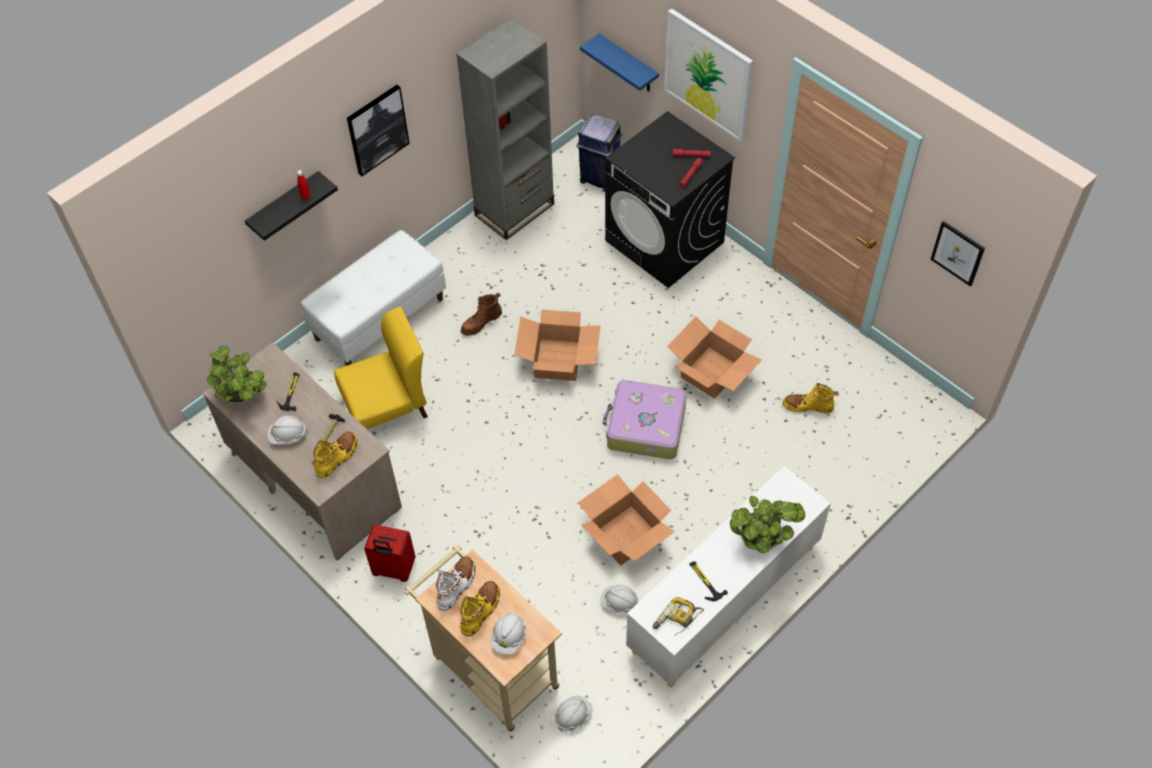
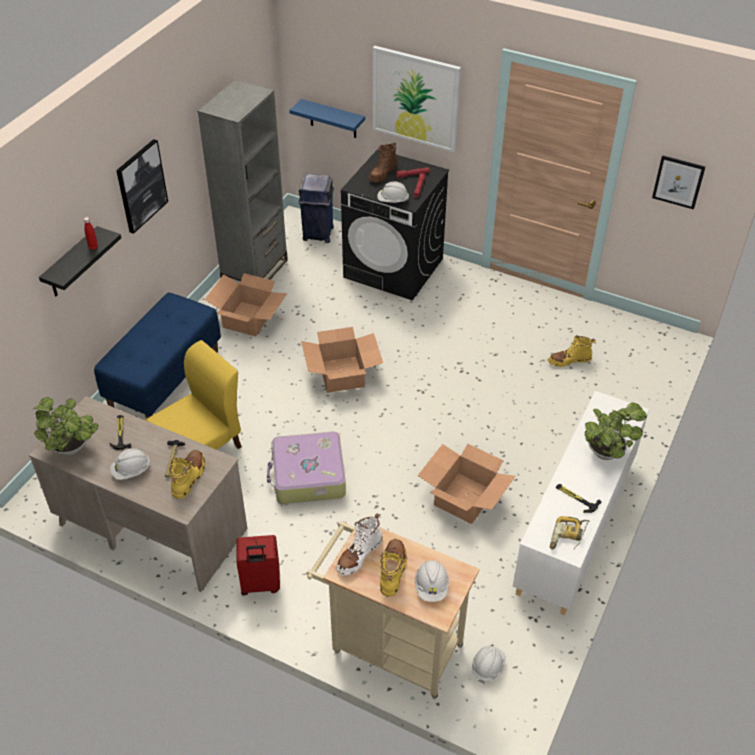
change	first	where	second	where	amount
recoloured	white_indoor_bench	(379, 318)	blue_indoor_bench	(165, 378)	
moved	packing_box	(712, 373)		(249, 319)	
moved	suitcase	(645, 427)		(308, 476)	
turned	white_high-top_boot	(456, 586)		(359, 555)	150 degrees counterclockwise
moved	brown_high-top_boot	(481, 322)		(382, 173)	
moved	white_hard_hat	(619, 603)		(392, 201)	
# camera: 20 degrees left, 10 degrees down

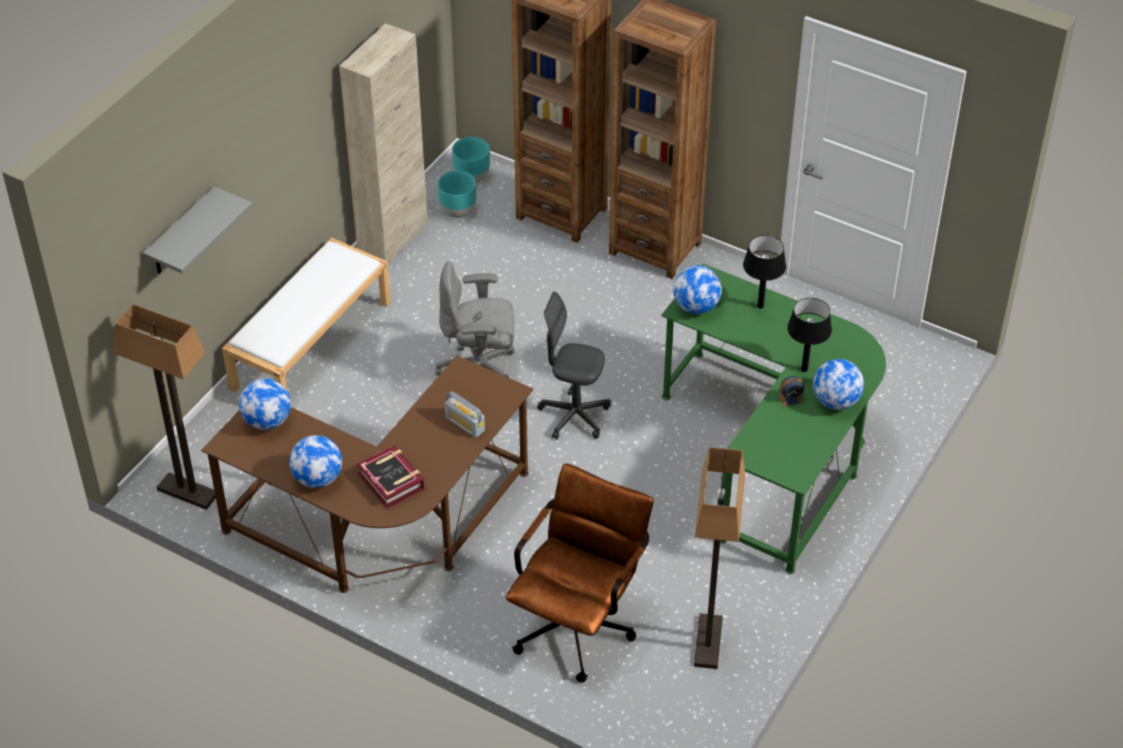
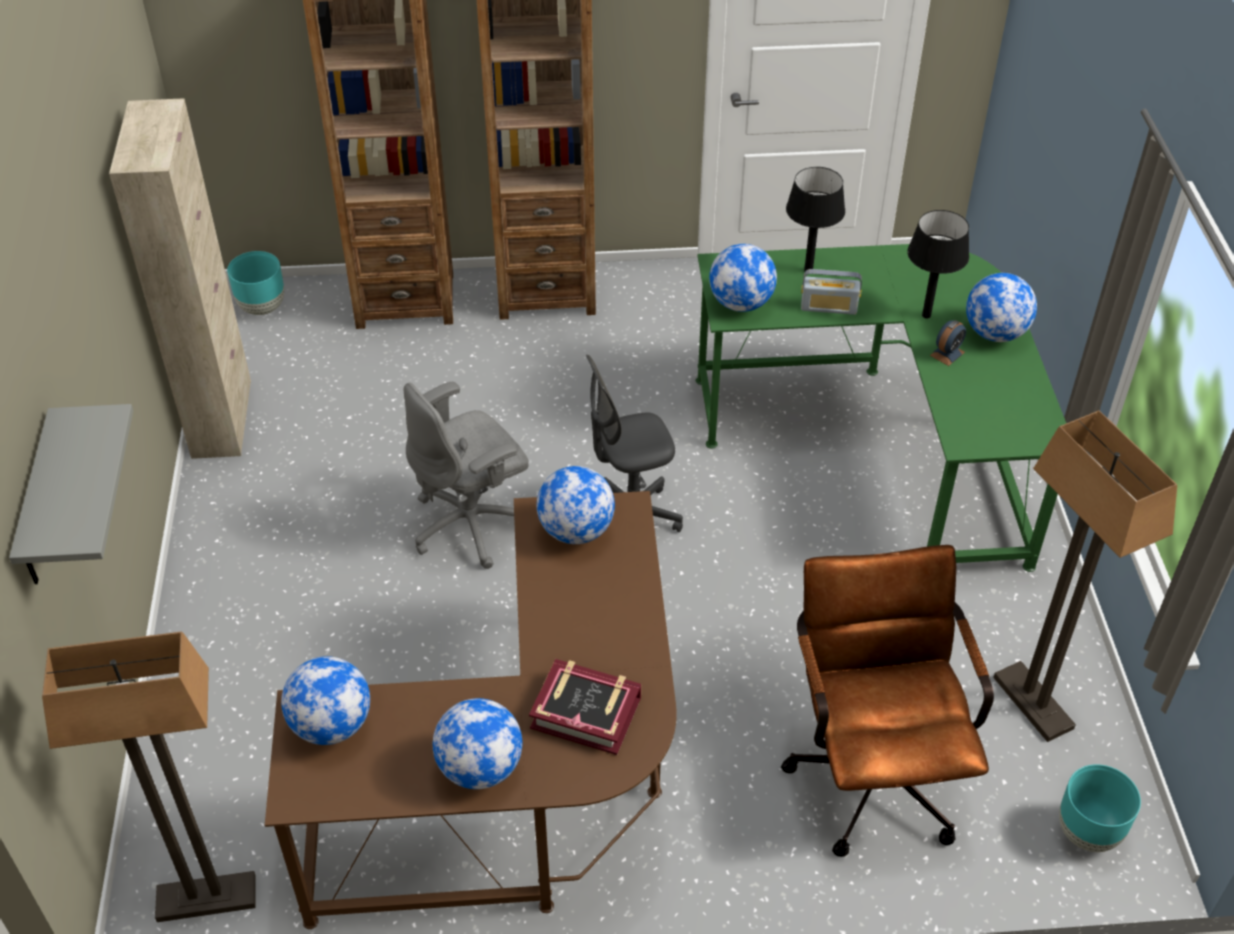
change	first	where	second	where	amount
added			desk_globe	(576, 531)	
moved	radio_receiver	(465, 424)		(829, 307)	
moved	turquoise-coloured_flower_pot	(458, 212)		(1088, 833)	
removed	white_indoor_bench	(311, 344)			
# camera: 35 degrees left, 0 degrees up

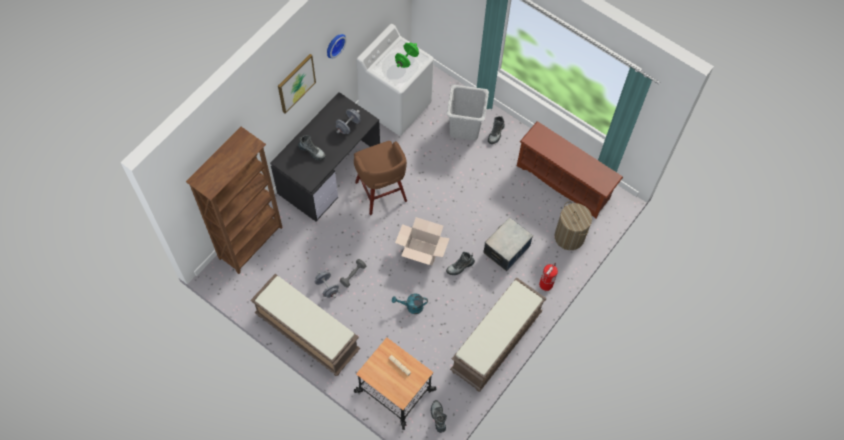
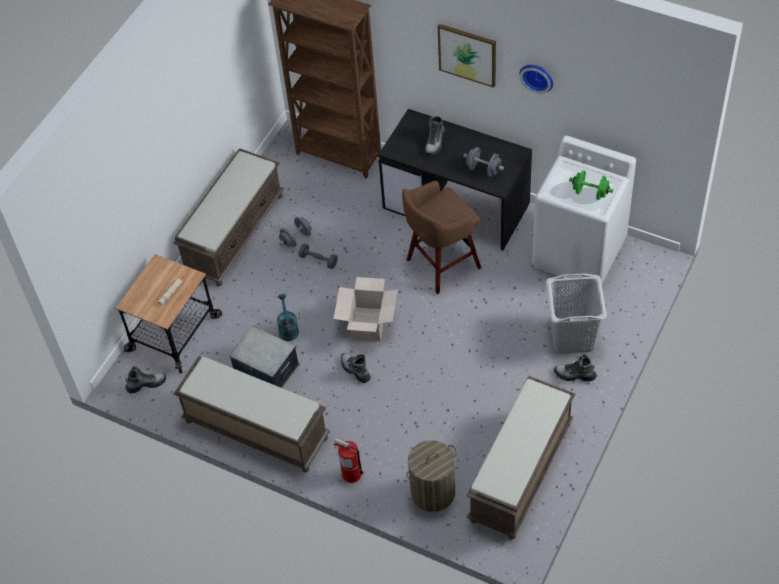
change	first	where	second	where	amount
moved	storage_bin	(507, 250)		(266, 370)	
replaced	brown_shoe_shelf	(564, 181)	brown_indoor_bench	(521, 473)	
# camera: 85 degrees right, 10 degrees down

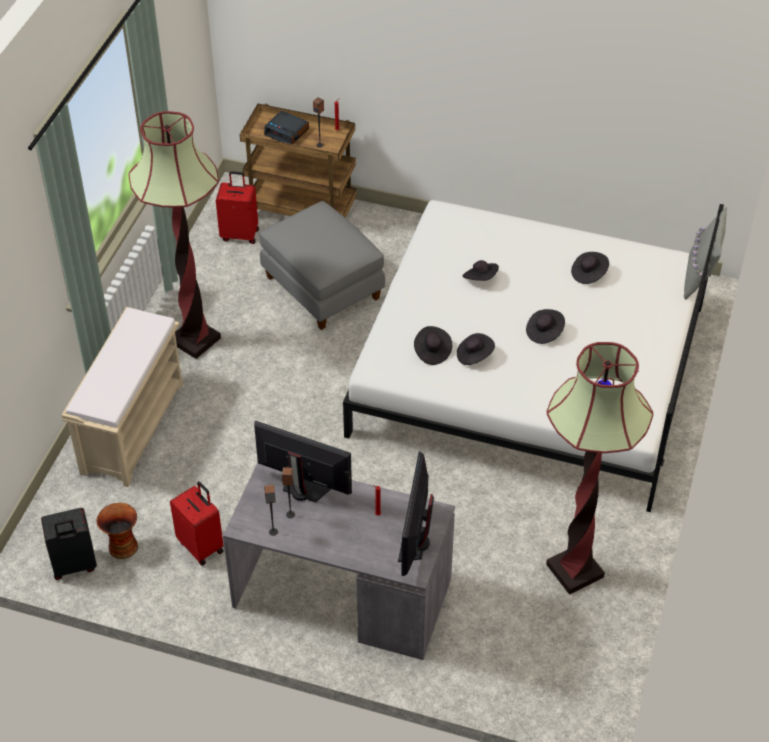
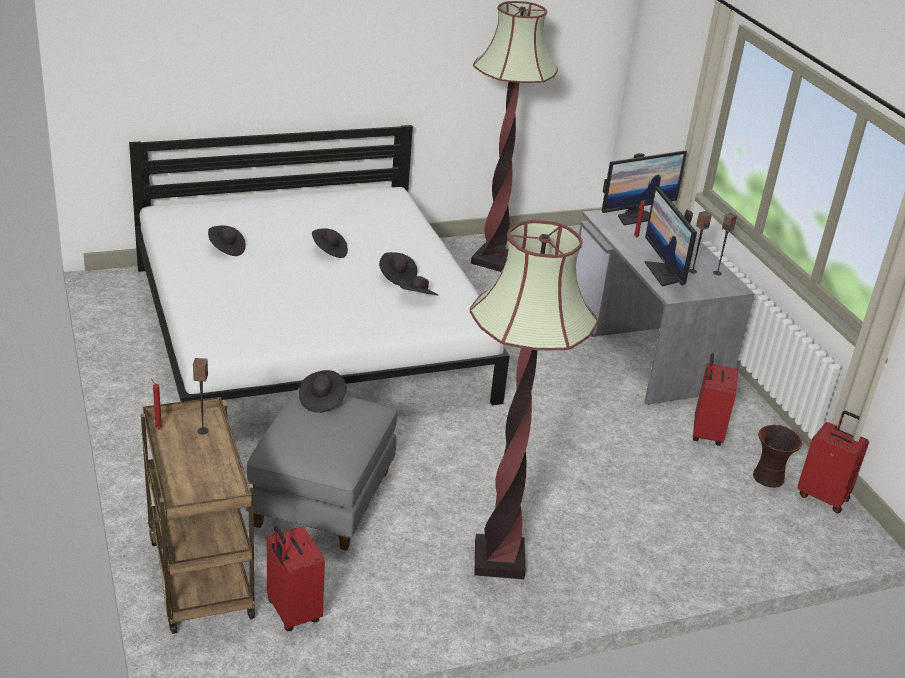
change	first	where	second	where	amount
moved	black-coloured_hat	(480, 278)		(322, 400)	
recoloured	black-coloured_suitcase	(74, 566)	red_suitcase	(823, 496)	
removed	beige-coloured_indoor_bench	(132, 427)			
removed	table_clock	(287, 132)			
removed	gray_throw_pillow	(700, 277)			
# camera: 130 degrees left, 15 degrees down

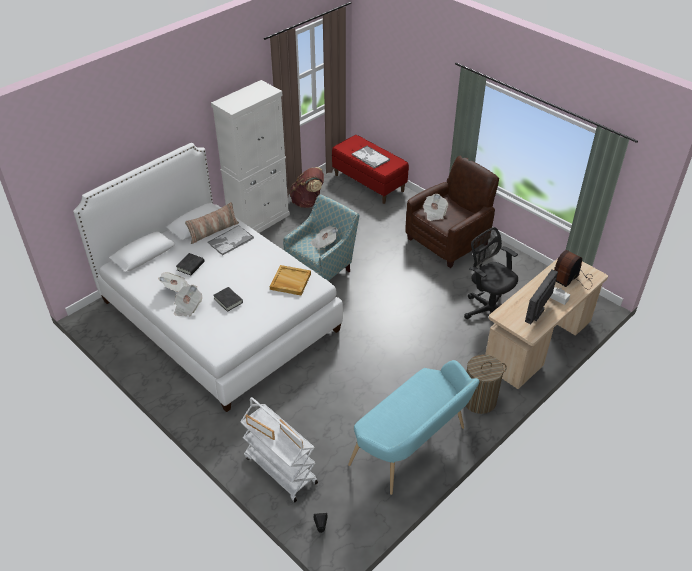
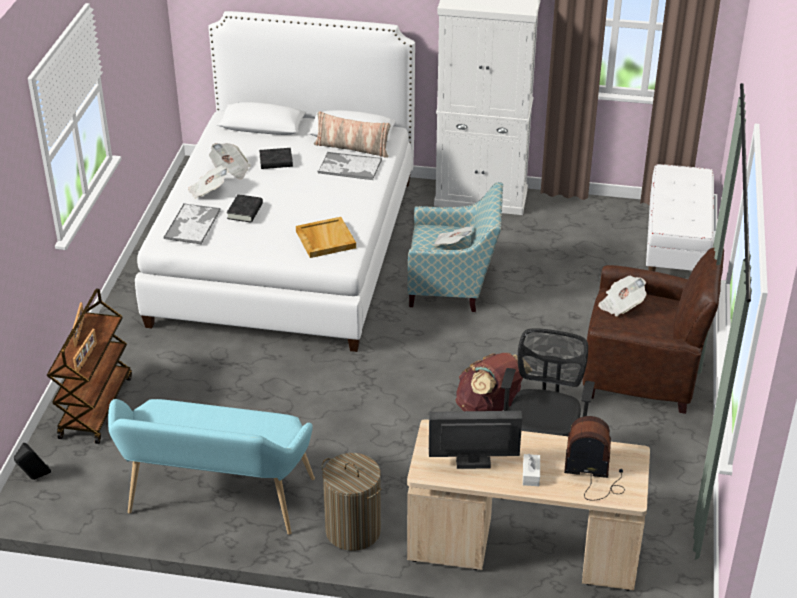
change	first	where	second	where	amount
recoloured	white_trolley	(280, 470)	brown_trolley	(95, 406)	
moved	carrying_tray	(370, 157)		(192, 224)	
moved	brown_backpack	(308, 202)		(489, 408)	
recoloured	red_indoor_bench	(369, 183)	white_indoor_bench	(676, 248)	
# camera: 55 degrees right, 5 degrees down

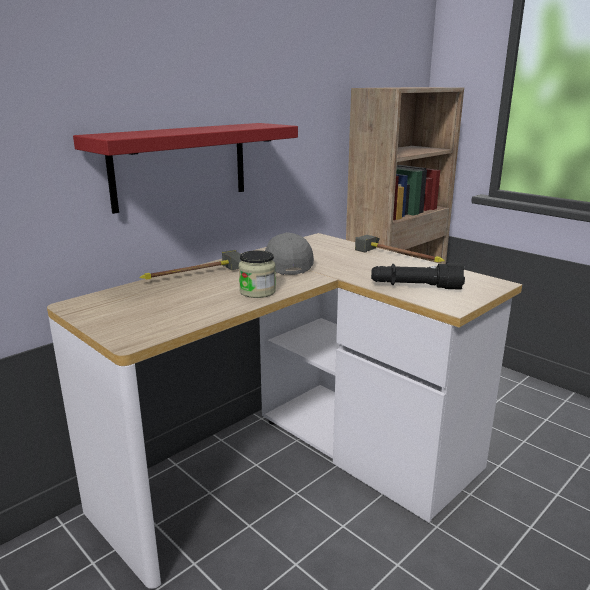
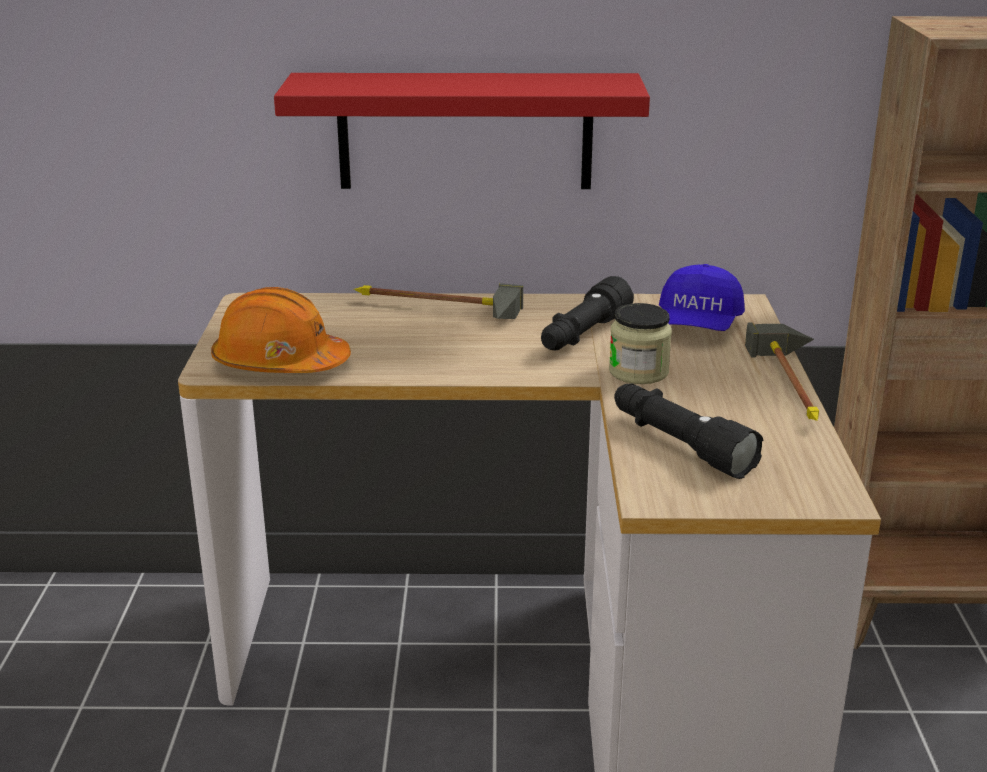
change	first	where	second	where	amount
added			orange-coloured_hard_hat	(280, 364)	
replaced	gray_cap	(286, 264)	black-coloured_flashlight	(583, 335)	
moved	storage_jar	(257, 291)		(638, 372)	
added			blue_cap	(698, 325)	
# camera: 45 degrees right, 5 degrees up

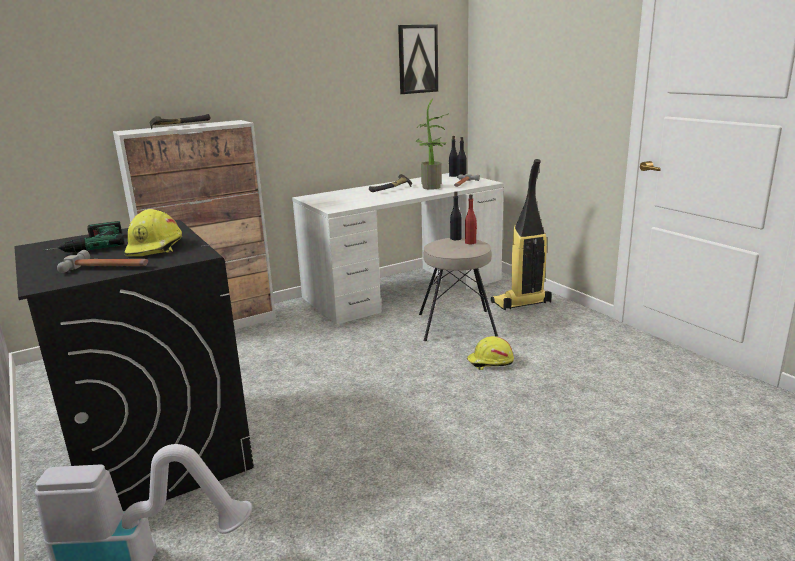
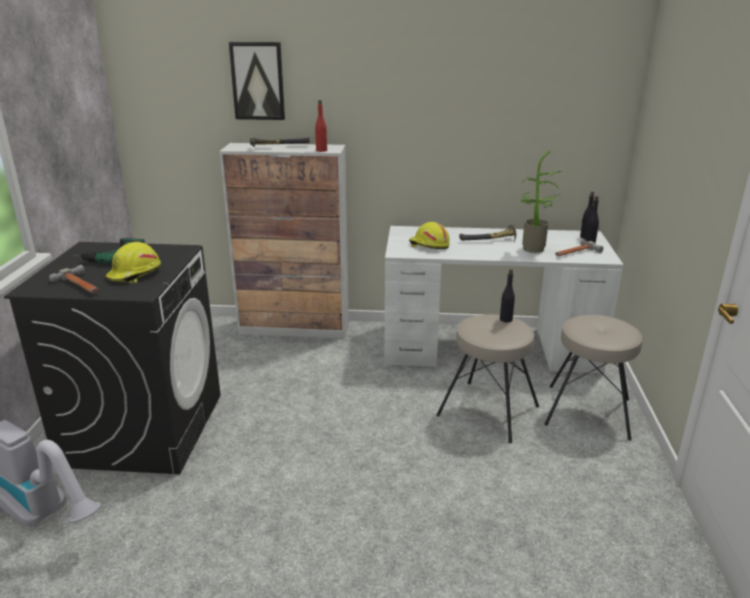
change	first	where	second	where	amount
moved	picture	(417, 59)		(258, 81)	
moved	red_drink_bottle	(470, 242)		(321, 150)	
moved	yellow-coloured_hard_hat	(490, 362)		(429, 245)	
replaced	vacuum_cleaner	(521, 303)	beige-coloured_stool_seat	(588, 412)	
# camera: 35 degrees right, 5 degrees up

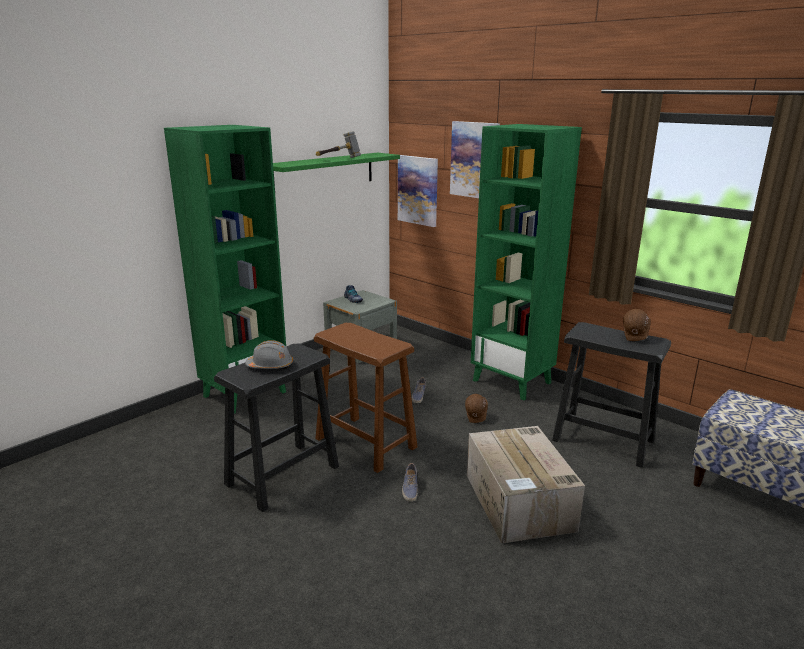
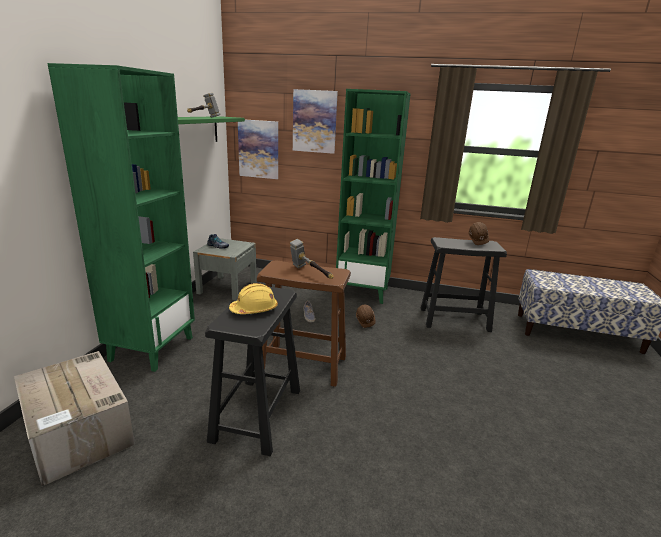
change	first	where	second	where	amount
moved	packing_box	(519, 503)		(79, 431)	
recoloured	gray_hard_hat	(270, 366)	yellow-coloured_hard_hat	(254, 309)	
added			hand_hammer	(310, 274)	
removed	shoe	(410, 488)			
# camera: 30 degrees left, 0 degrees up

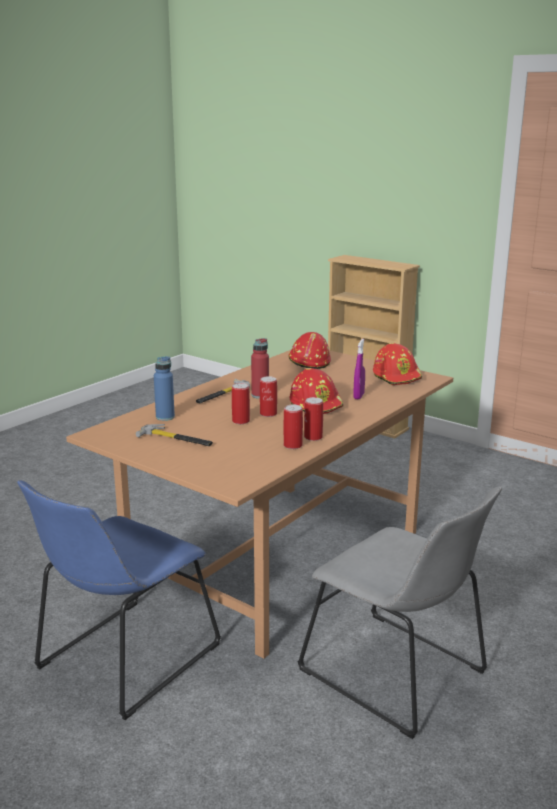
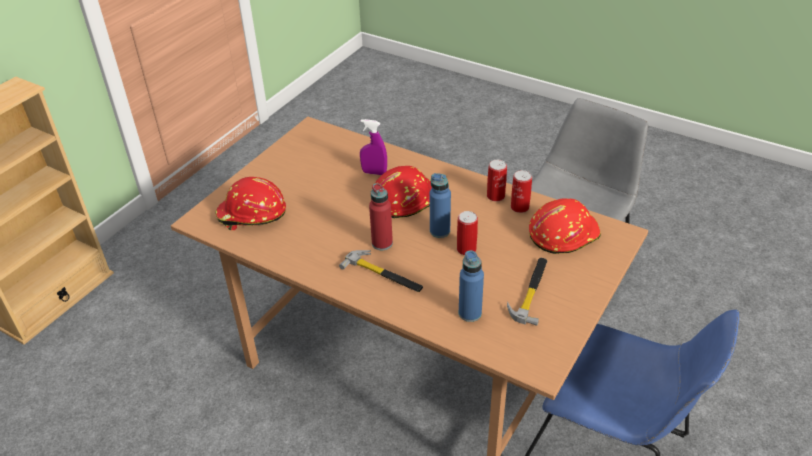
change	first	where	second	where	amount
replaced	can	(268, 414)	blue_drink_bottle	(440, 231)	
moved	red_hard_hat	(397, 376)		(562, 233)	
# camera: 95 degrees left, 20 degrees up

